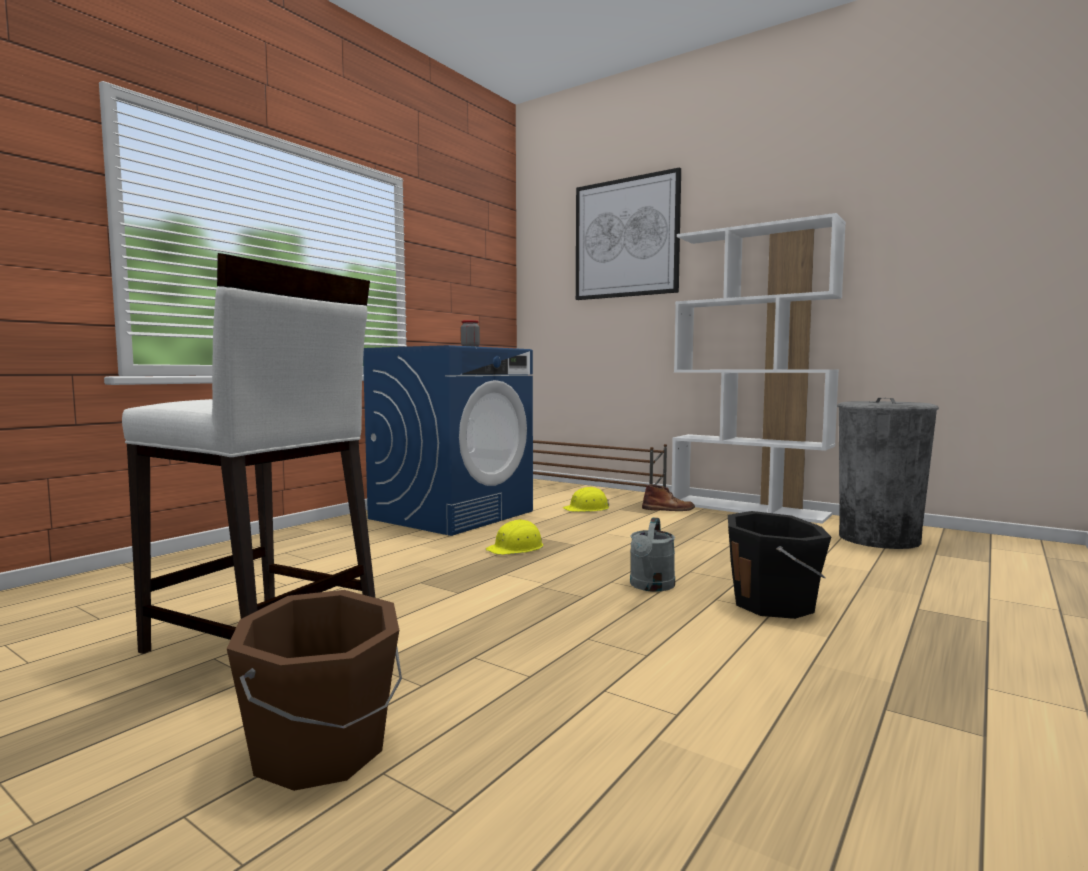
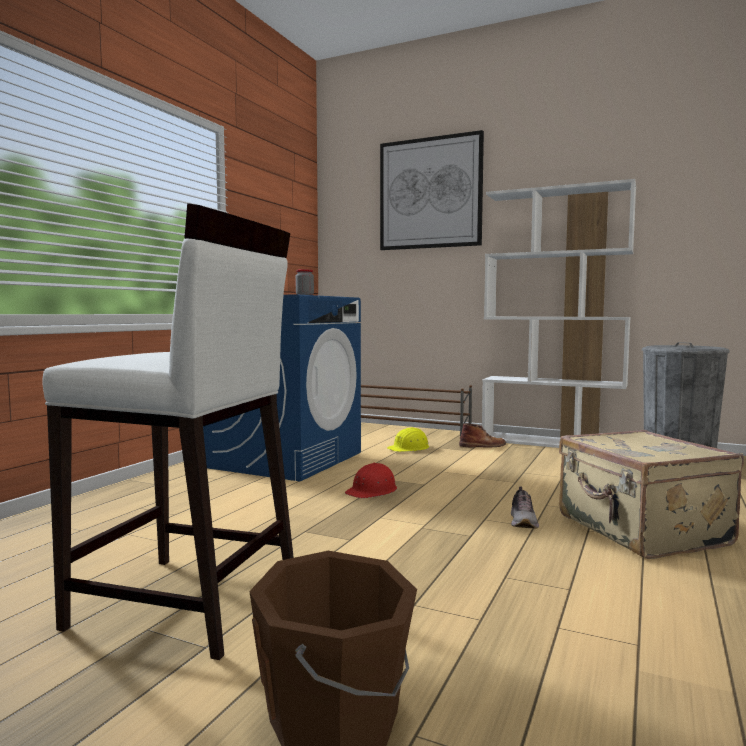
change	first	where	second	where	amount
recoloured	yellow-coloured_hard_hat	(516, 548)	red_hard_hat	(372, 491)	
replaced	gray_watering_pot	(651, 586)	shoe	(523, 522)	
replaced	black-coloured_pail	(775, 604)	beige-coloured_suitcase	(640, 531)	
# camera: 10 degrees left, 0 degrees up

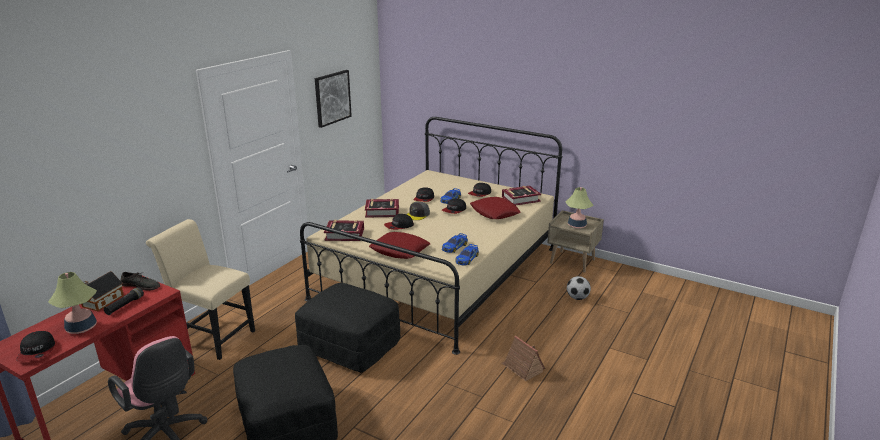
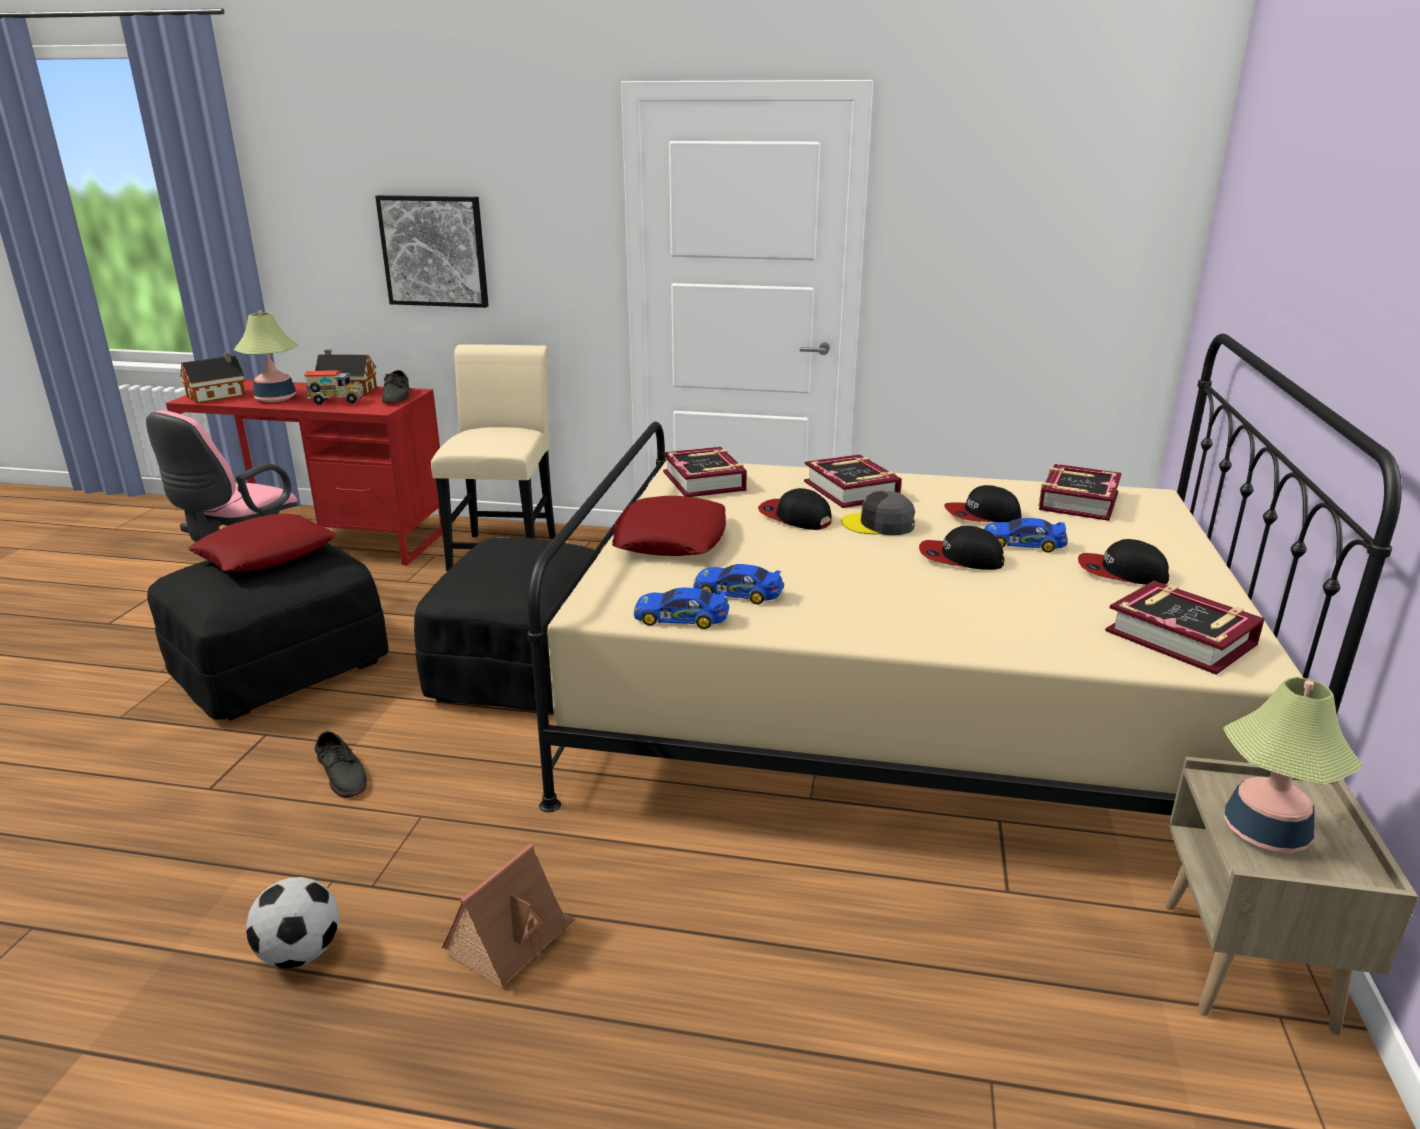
change	first	where	second	where	amount
replaced	cap	(37, 351)	miniature_house	(219, 396)	
moved	red_throw_pillow	(494, 212)		(266, 554)	
moved	football	(577, 298)		(300, 954)	
replaced	black-coloured_flashlight	(125, 305)	toy_lorry	(336, 402)	
added			gray_shoe	(342, 773)	
moved	picture	(332, 98)		(434, 251)	
added			volume	(1077, 501)	
# camera: 70 degrees right, 0 degrees up

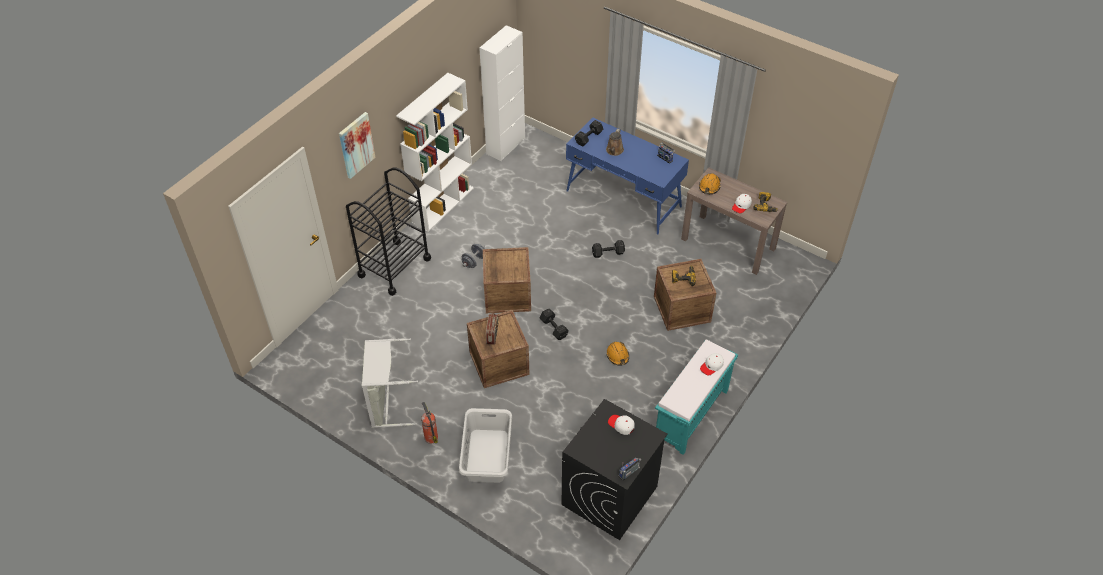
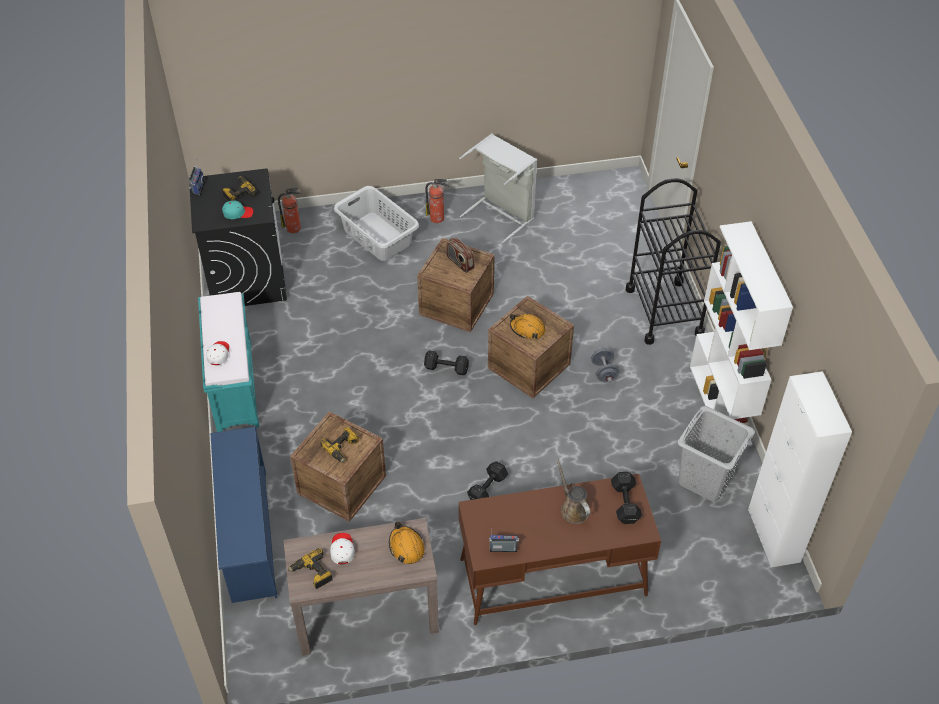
change	first	where	second	where	amount
added			blue_shoe_shelf	(248, 535)	
added			drill	(238, 193)	
recoloured	white_cap	(621, 425)	turquoise-coloured_cap	(238, 213)	
added			extinguisher	(294, 228)	
recoloured	blue_desk	(623, 199)	brown_desk	(552, 576)	
moved	orange-coloured_hard_hat	(617, 356)		(527, 329)	
added			gray_washing_basket	(705, 479)	
removed	picture	(356, 145)			
# camera: 135 degrees right, 0 degrees up

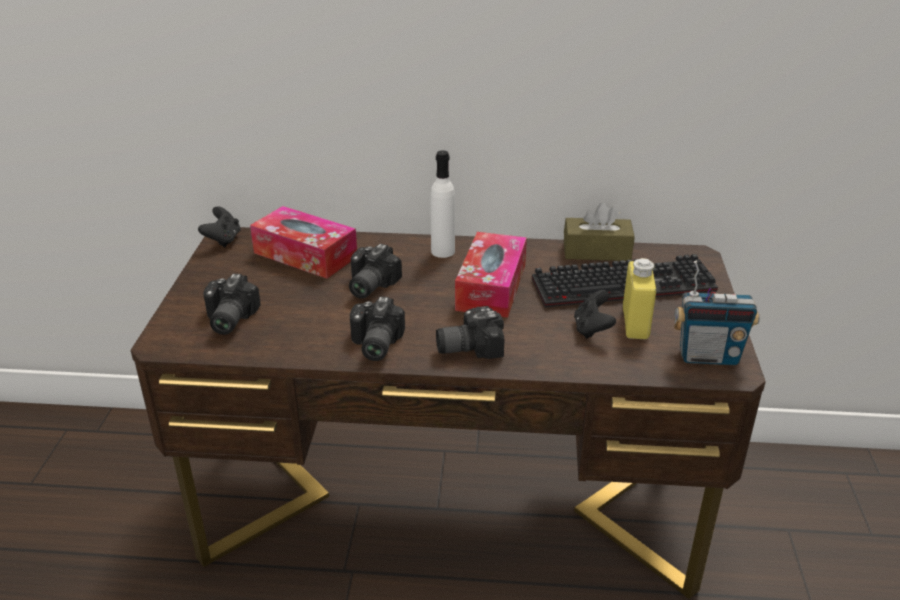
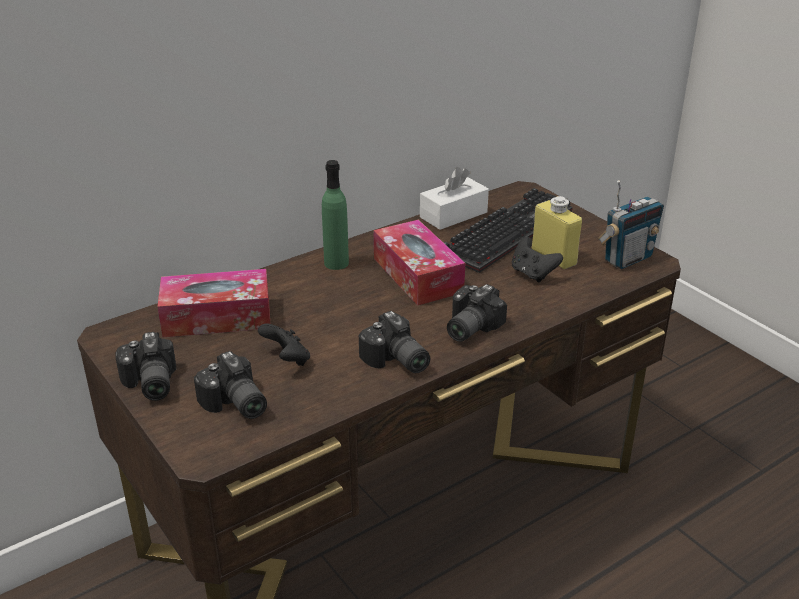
change	first	where	second	where	amount
moved	still_camera	(368, 286)		(149, 384)	
moved	black-coloured_gamepad	(223, 240)		(287, 360)	
recoloured	white_drink_bottle	(443, 251)	green_drink_bottle	(336, 263)	
recoloured	brown_tissue_holder	(596, 251)	white_tissue_holder	(453, 215)	
# camera: 40 degrees left, 0 degrees up

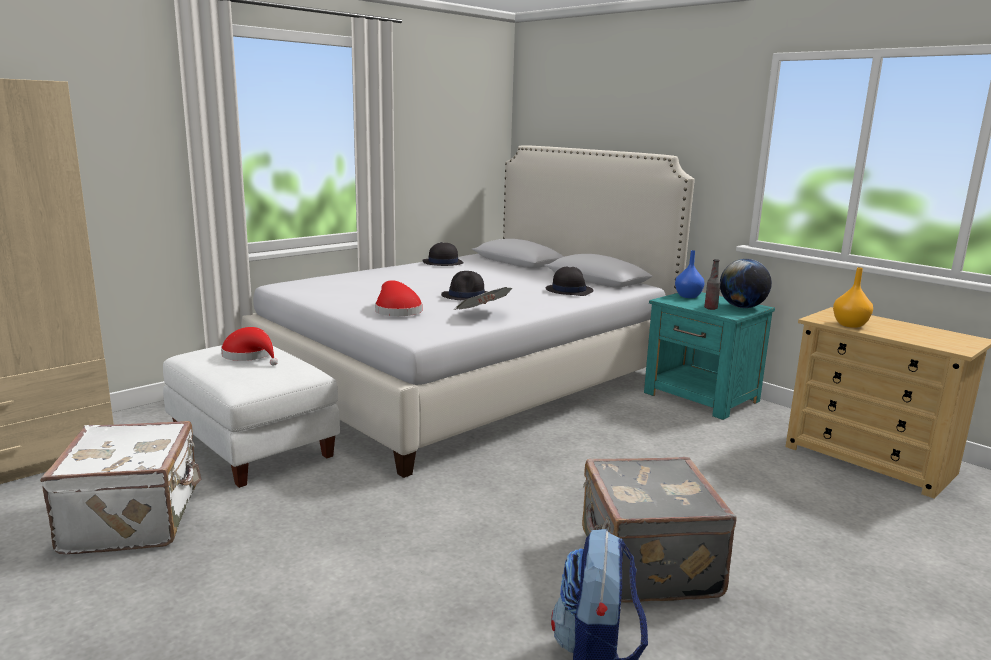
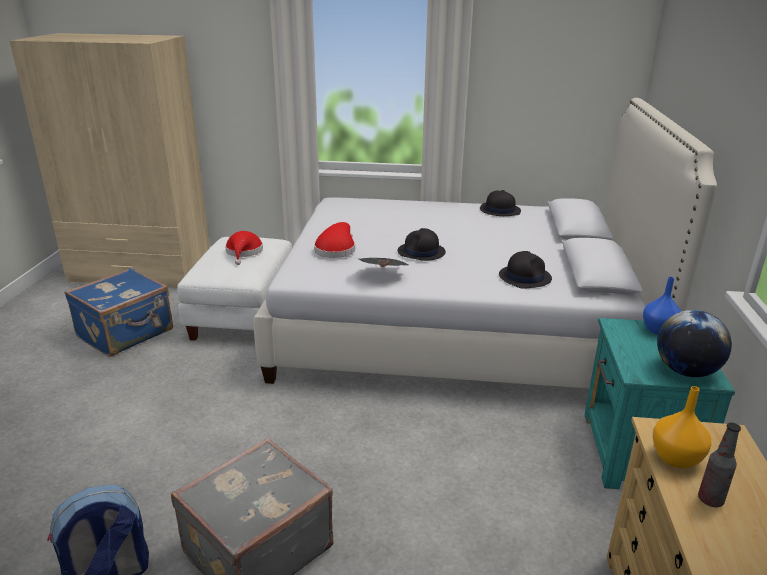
change	first	where	second	where	amount
recoloured	white_suitcase	(135, 519)	blue_suitcase	(127, 334)	
moved	drink_bottle	(710, 308)		(710, 500)	
# camera: 50 degrees right, 10 degrees up

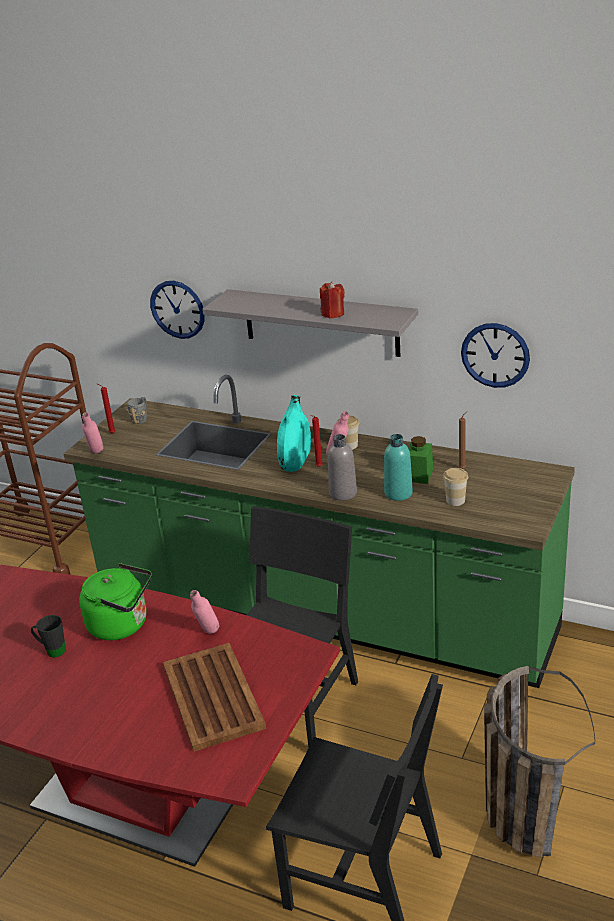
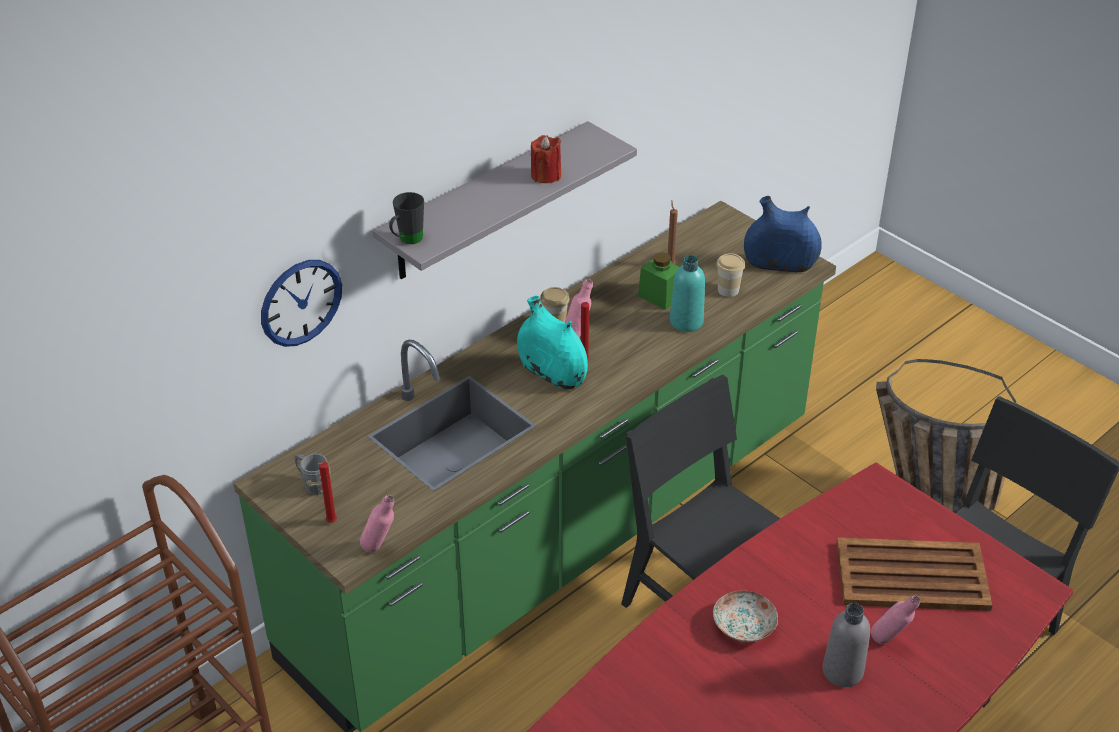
change	first	where	second	where	amount
moved	black-coloured_tea_mug	(51, 650)		(407, 240)	
replaced	green_kettle	(122, 625)	dinner_plate	(744, 625)	
added			blue_vase	(780, 264)	
moved	gray_drink_bottle	(343, 493)		(842, 671)	
moved	pink_drink_bottle	(208, 635)		(889, 643)	
removed	wall_clock	(495, 355)			
# camera: 70 degrees left, 10 degrees up

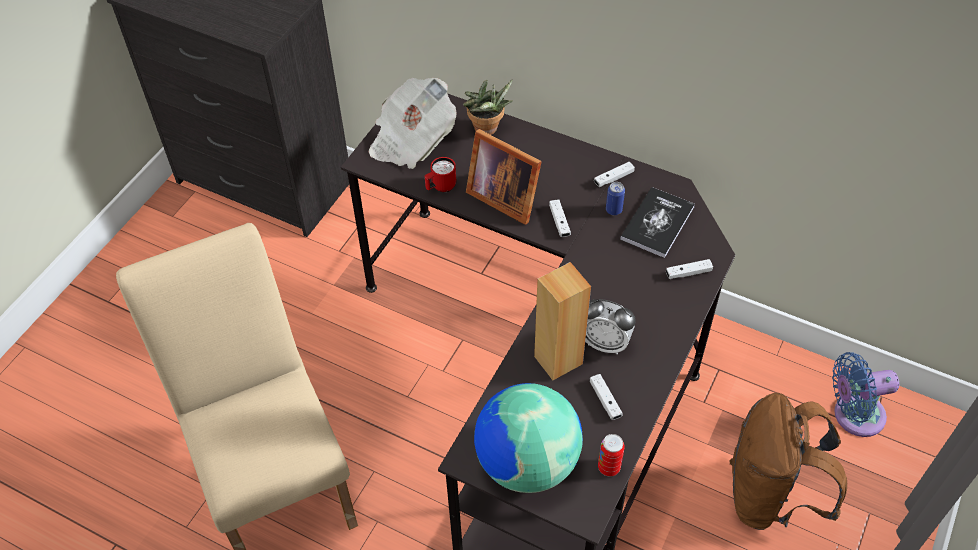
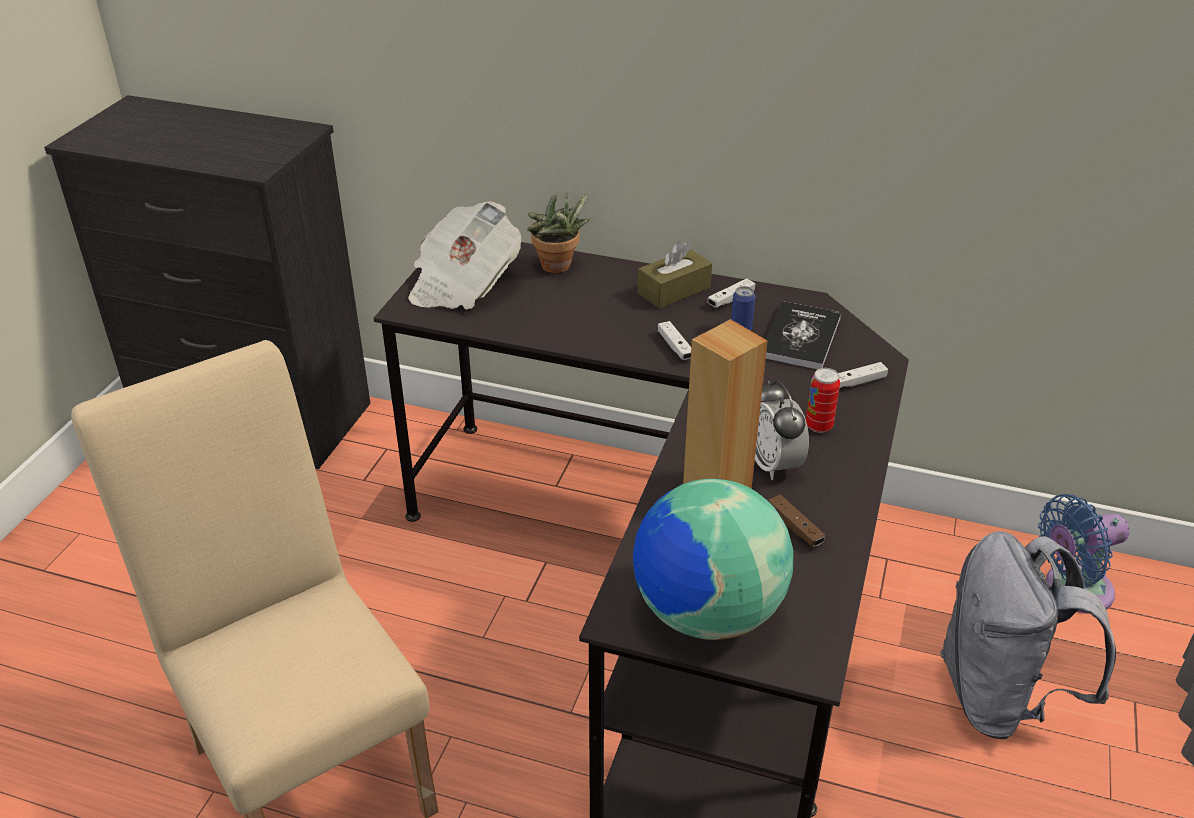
change	first	where	second	where	amount
added			brown_tissue_holder	(674, 290)	
turned	table_clock	(605, 343)		(774, 465)	60 degrees clockwise
recoloured	white_gamepad	(605, 400)	brown_gamepad	(794, 527)	
moved	can	(609, 467)		(819, 426)	
recoloured	brown_backpack	(769, 496)	gray_backpack	(1000, 698)	
removed	red_tea_mug	(440, 187)			
removed	photo_frame	(503, 196)			
# camera: 10 degrees left, 15 degrees down

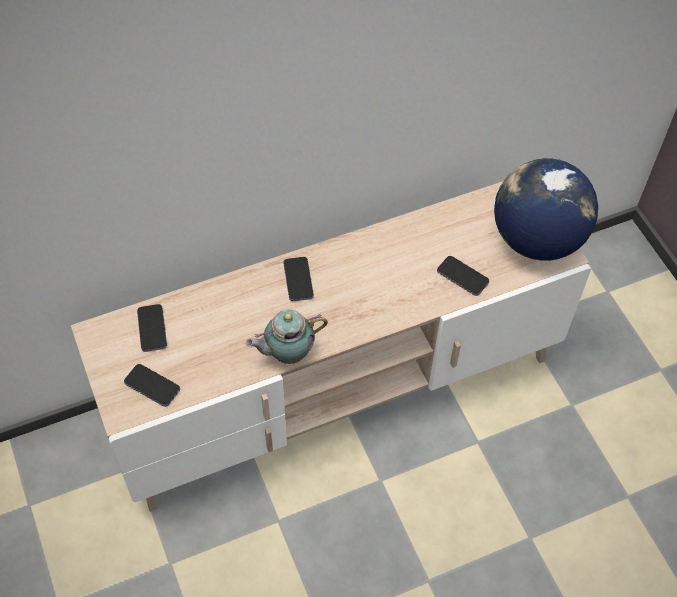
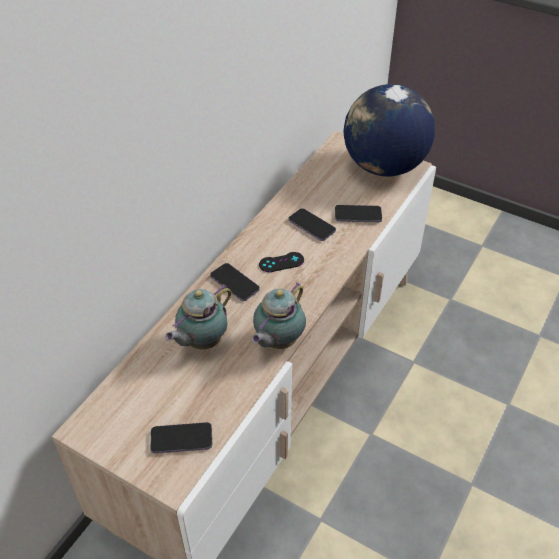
change	first	where	second	where	amount
added			teapot	(201, 342)	
added			black-coloured_gamepad	(281, 262)	
moved	handset	(152, 329)		(311, 226)	
# camera: 35 degrees left, 10 degrees down

